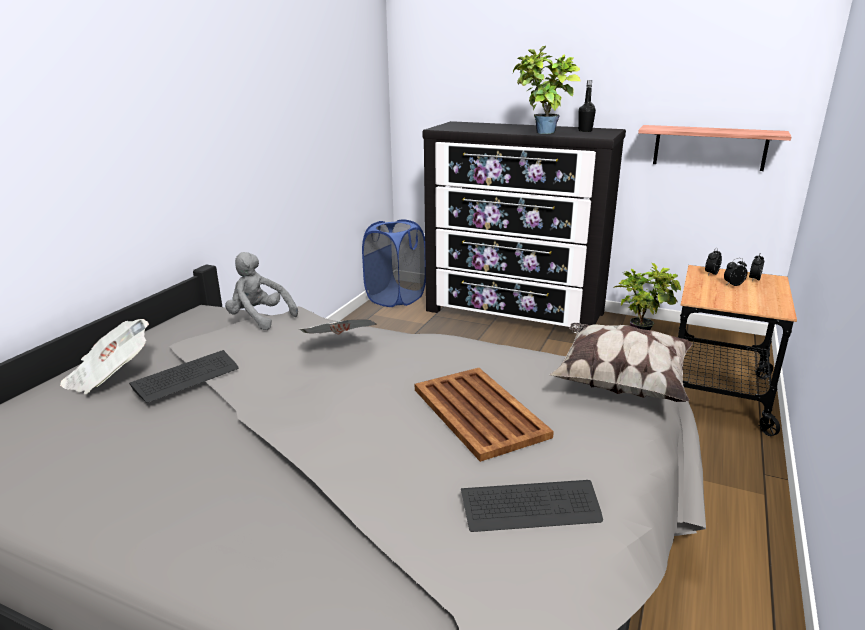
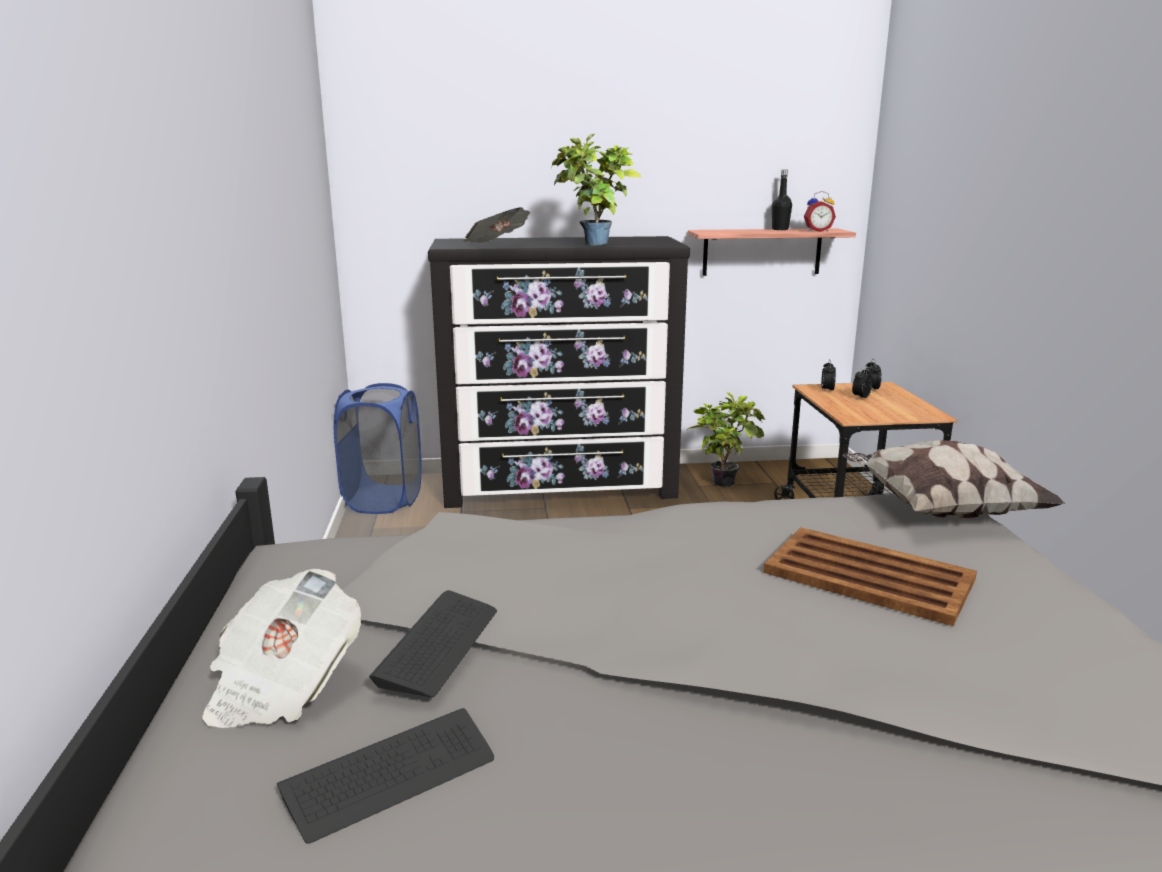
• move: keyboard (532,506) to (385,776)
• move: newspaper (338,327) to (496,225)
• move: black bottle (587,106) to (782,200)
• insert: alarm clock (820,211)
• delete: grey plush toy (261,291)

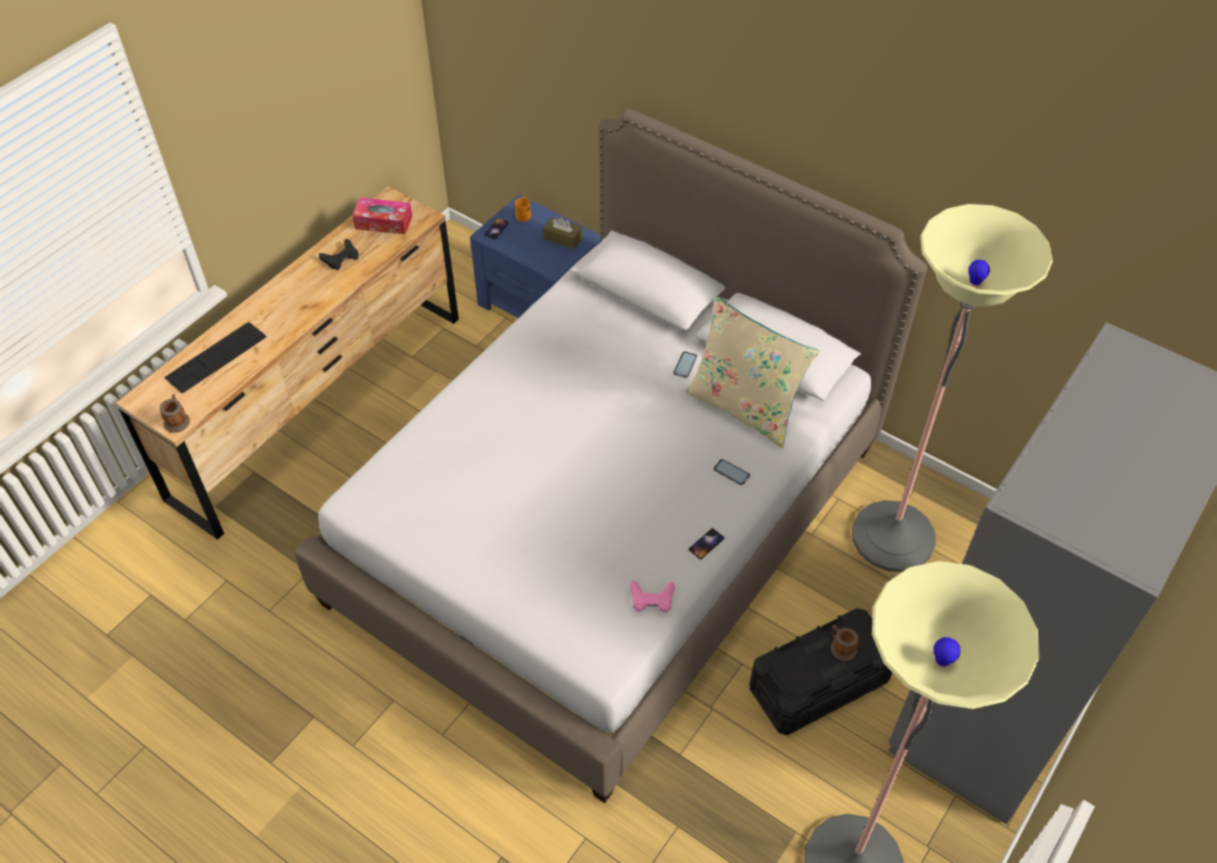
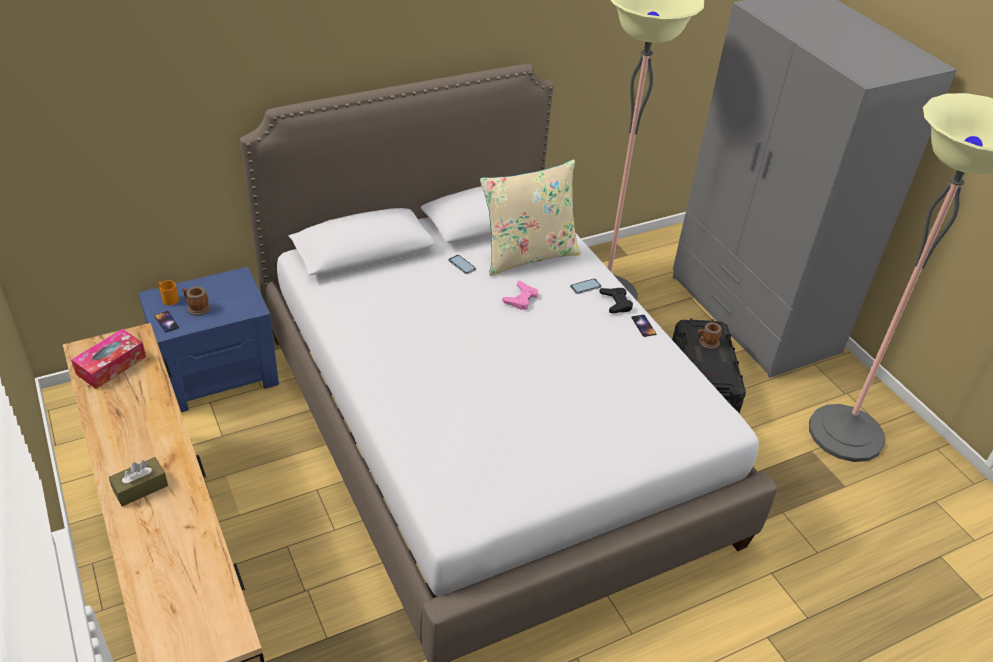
• move: brown tissue box (562,233) to (138,481)
• move: mug (175,413) to (196,301)
• move: pink game controller (652,596) to (520,295)
• move: black game controller (339,254) to (616,301)
• delete: keyboard (215,357)

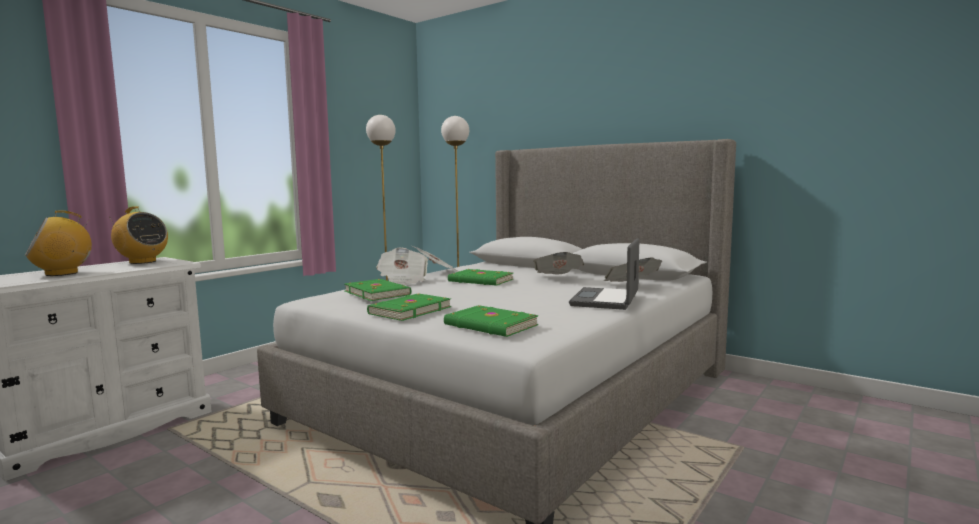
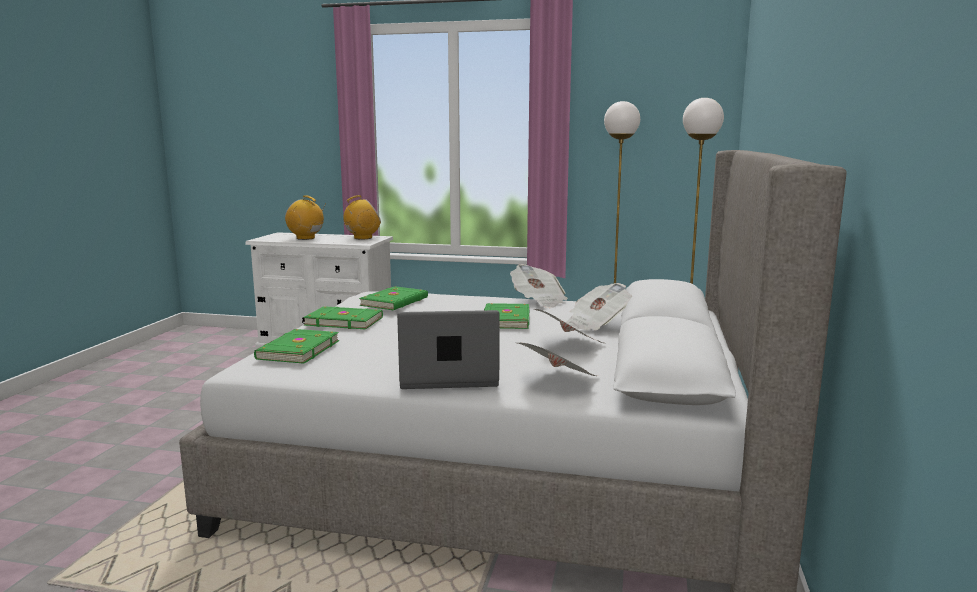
• rotate: radio (139,235) = (362,217) 120 degrees counterclockwise
• move: newspaper (402,267) to (599,306)

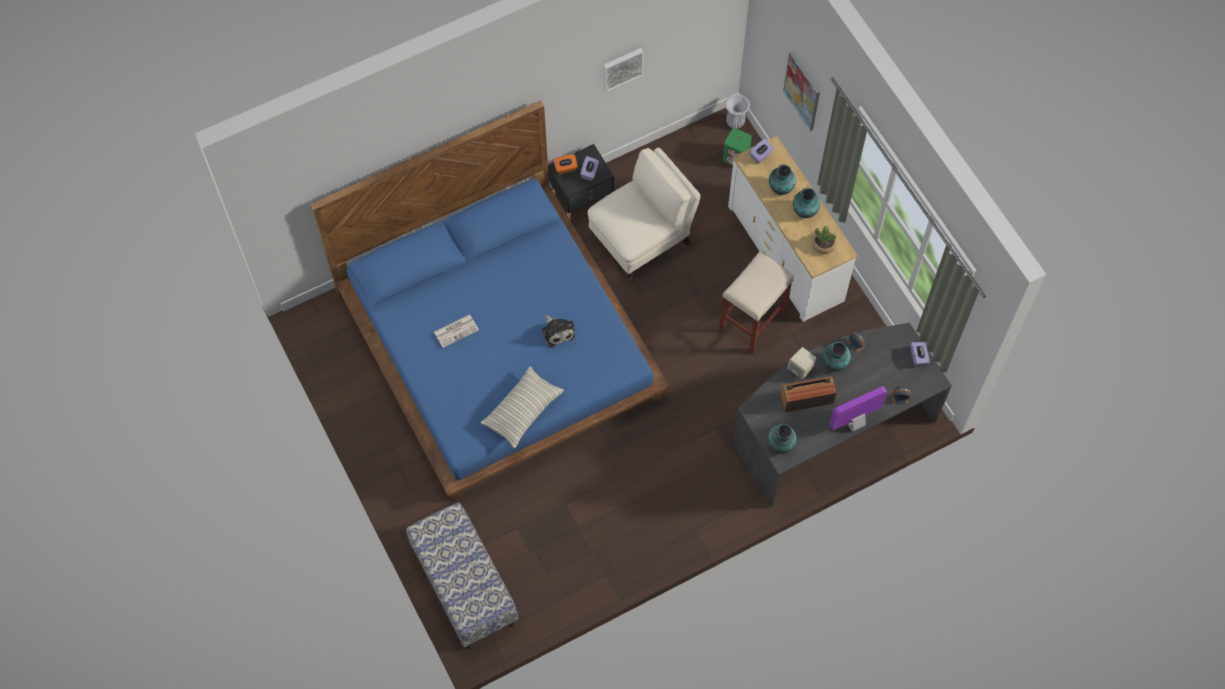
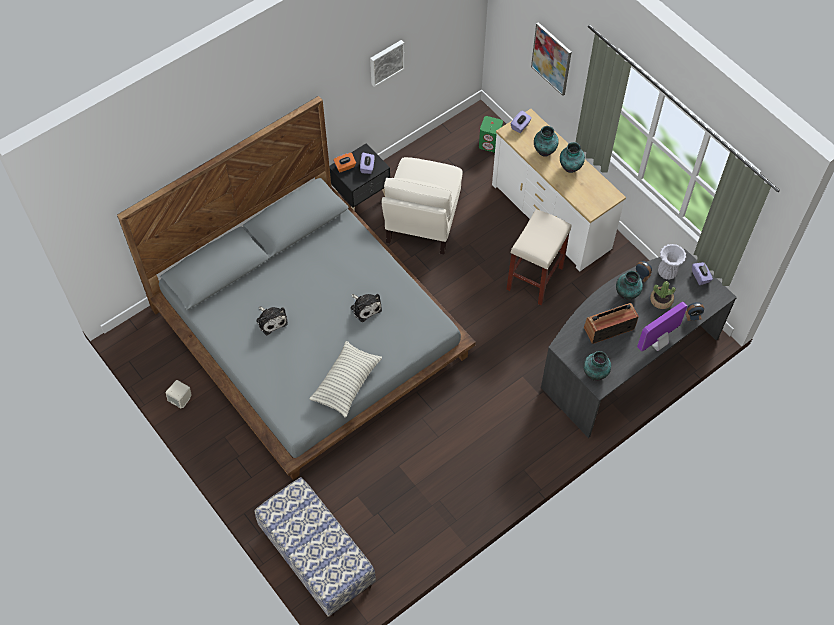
• recolor: blue bed (490,300) to grey bed (296,288)
• move: beige speaker (802,363) to (178,394)
• replace: newspaper (456,331) to plush toy (272,320)
• rotate: beige armchair (644,213) = (422,205) 150 degrees clockwise
• move: potted plant (824,240) to (663,295)
• move: white vase (737,111) to (672,262)

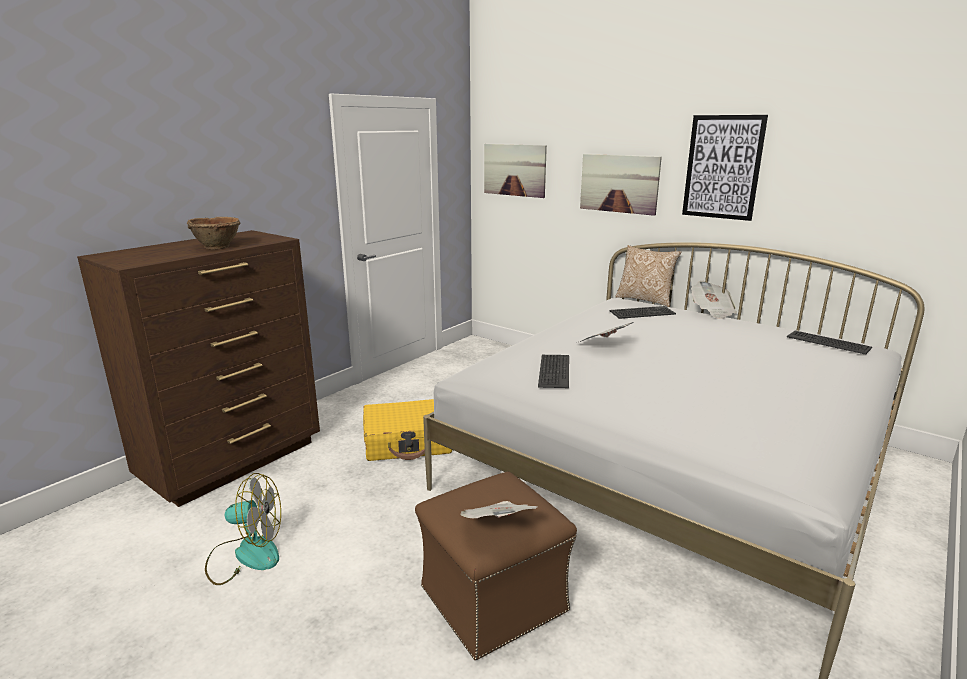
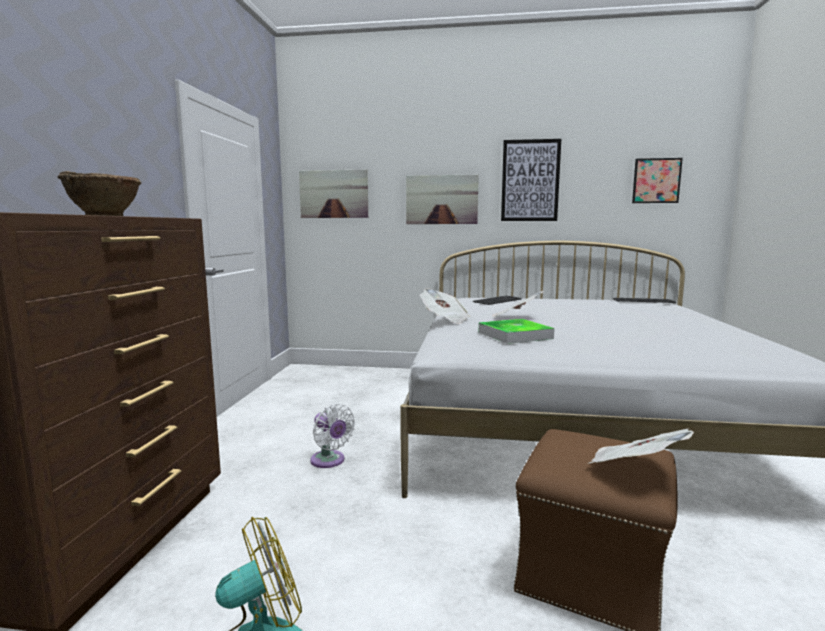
• replace: yellow suitcase (407,430) to white fan (332,436)
• move: newspaper (714,300) to (445,306)
• replace: keyboard (553,371) to tray (517,331)
• insert: picture (657,180)
• delete: pillow (648,276)

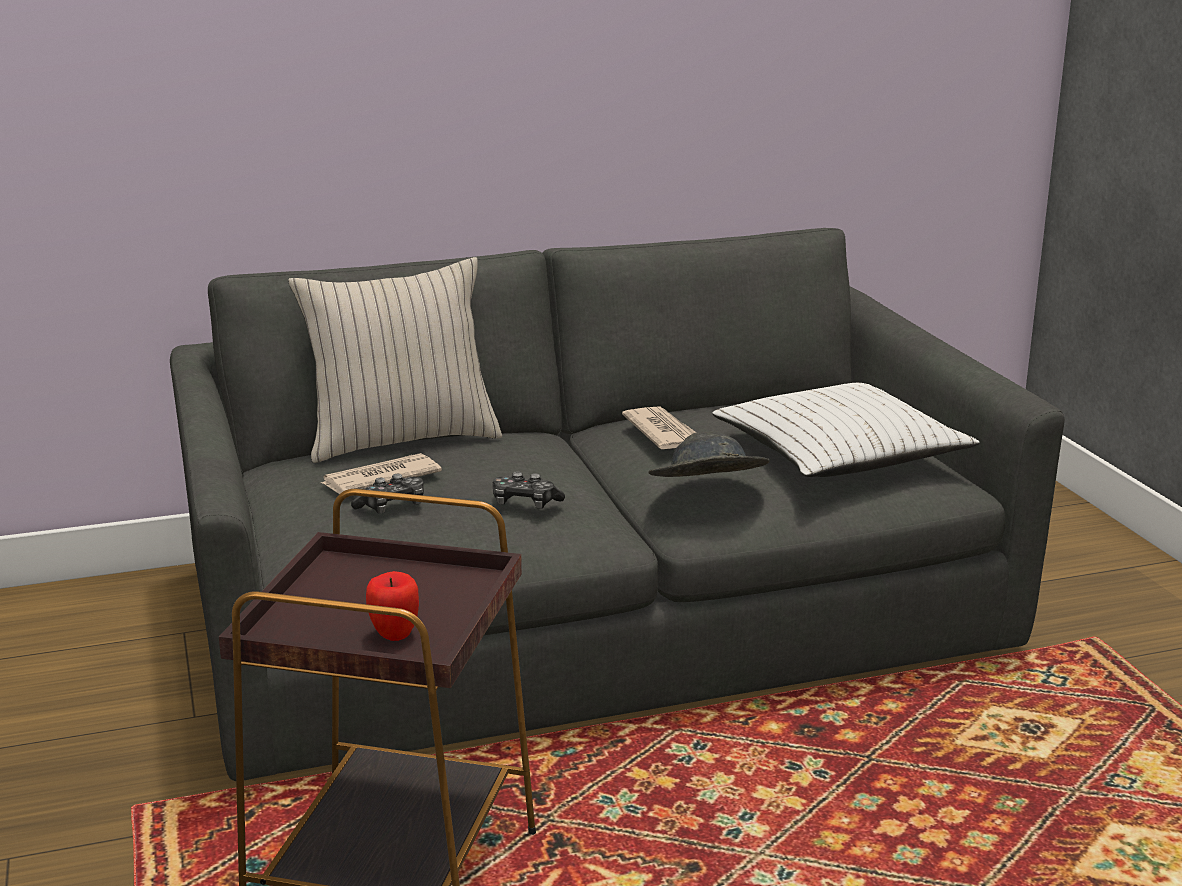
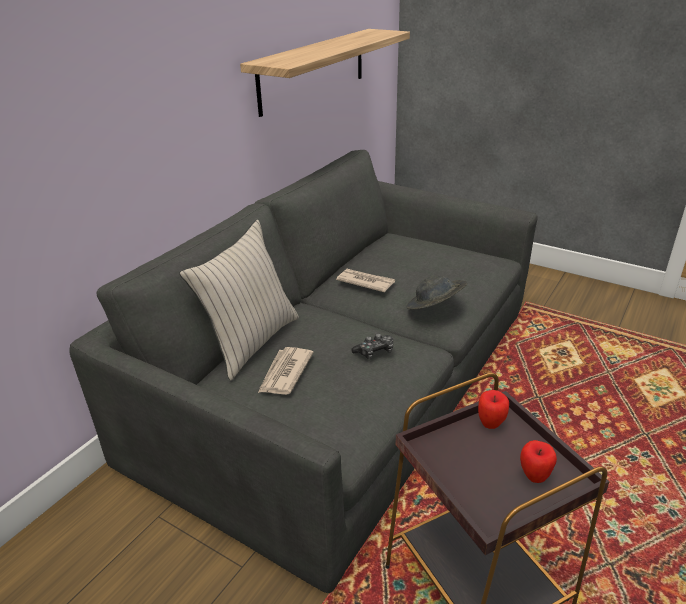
• insert: shelf (325,73)
• insert: apple (493,409)
• delete: game controller (387,494)
• delete: white pillow (846,430)

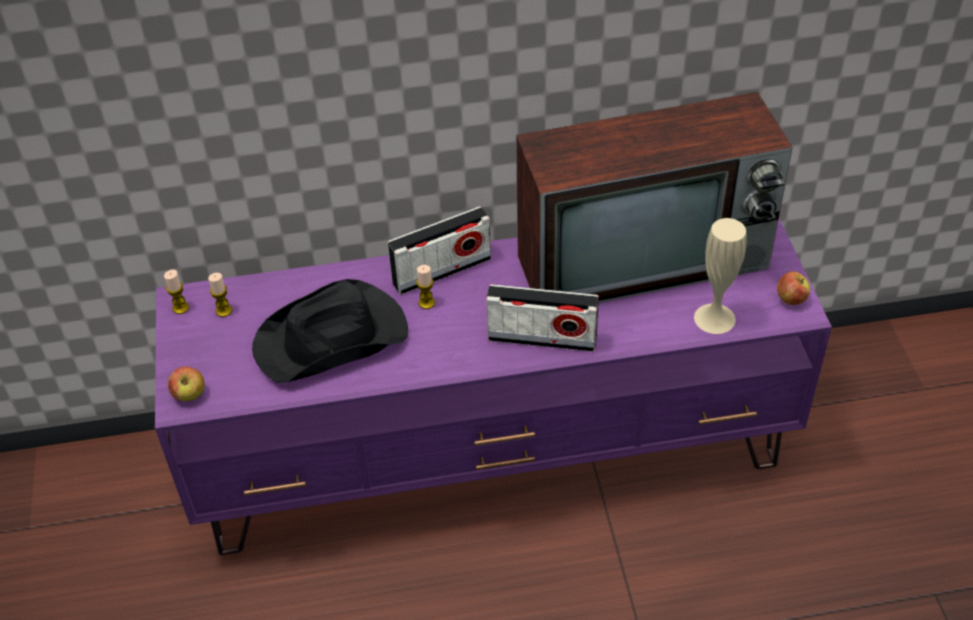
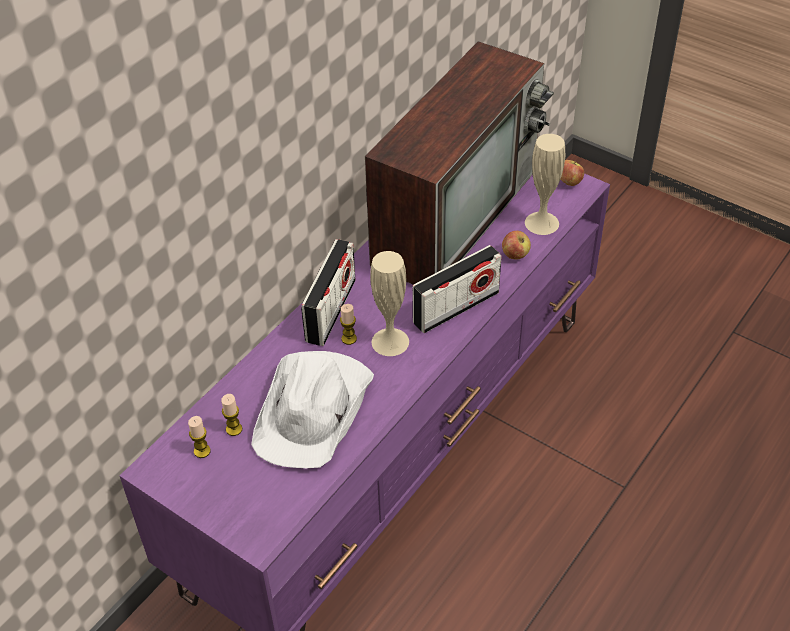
• move: candle (176,292) to (231,415)
• recolor: black hat (330,331) to white hat (312,409)
• insert: beige vase (389,303)
• move: apple (186,384) to (516,245)

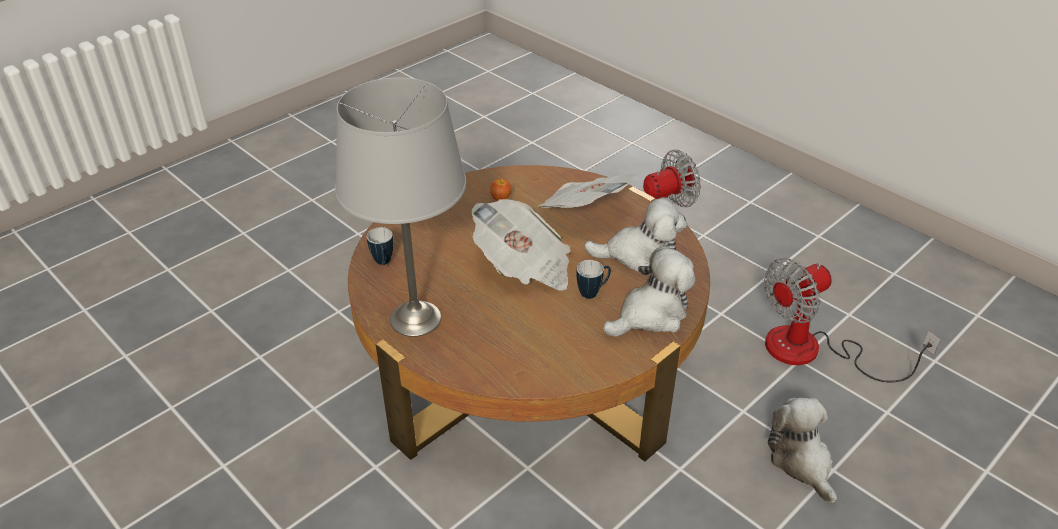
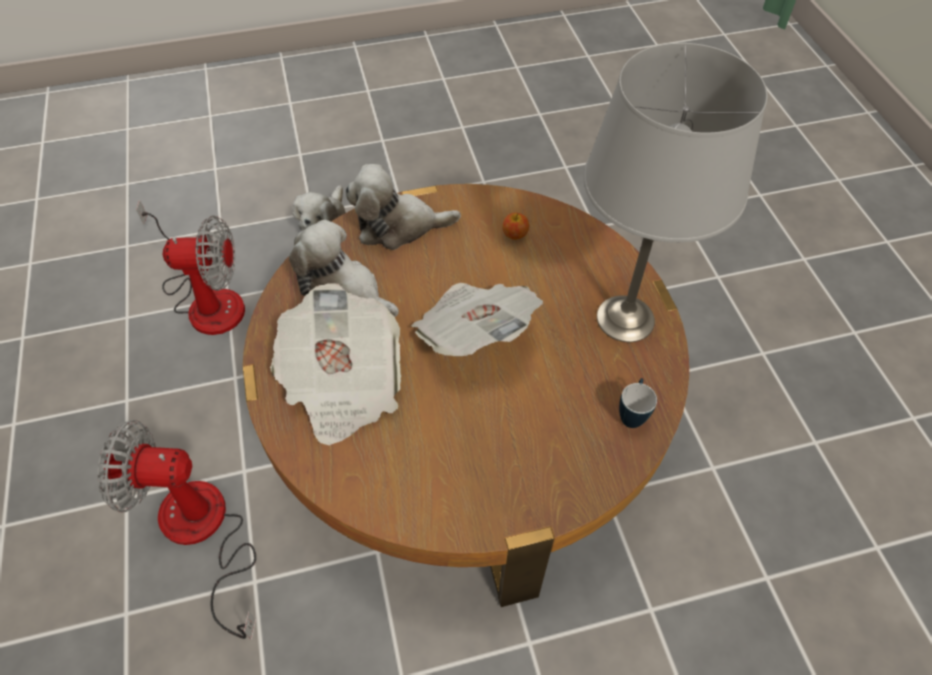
• move: apple (501,190) to (515,226)
• delete: mug (593,279)

